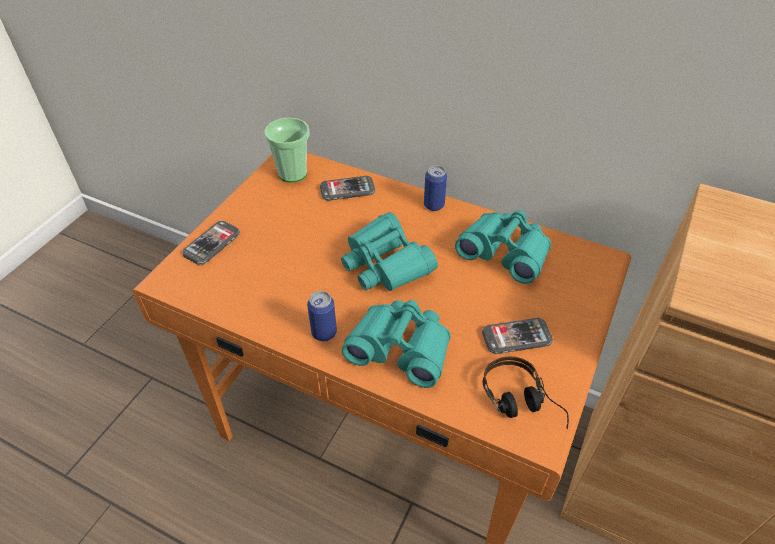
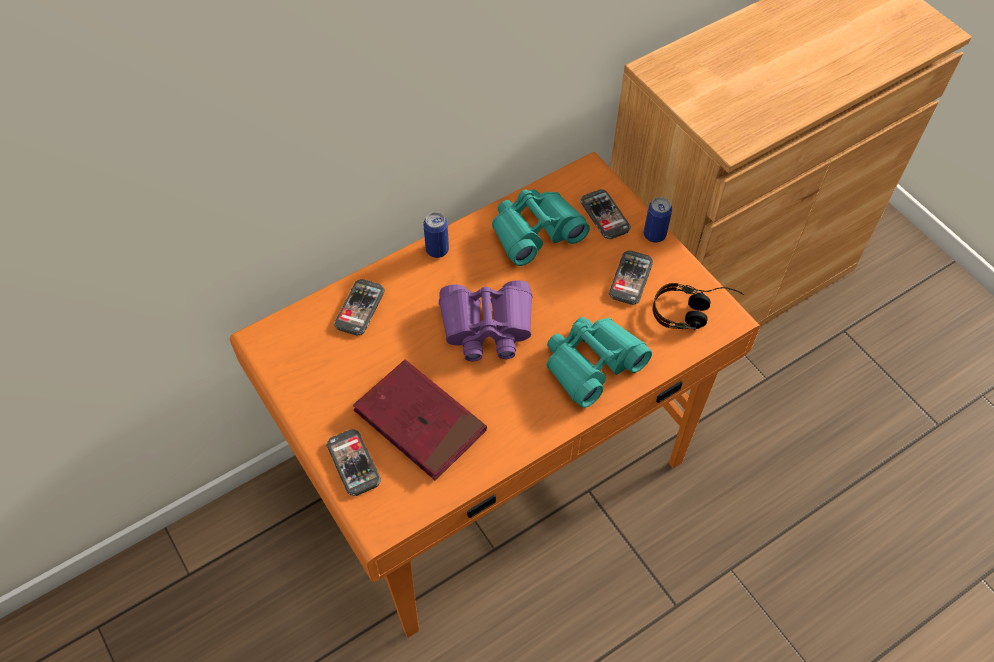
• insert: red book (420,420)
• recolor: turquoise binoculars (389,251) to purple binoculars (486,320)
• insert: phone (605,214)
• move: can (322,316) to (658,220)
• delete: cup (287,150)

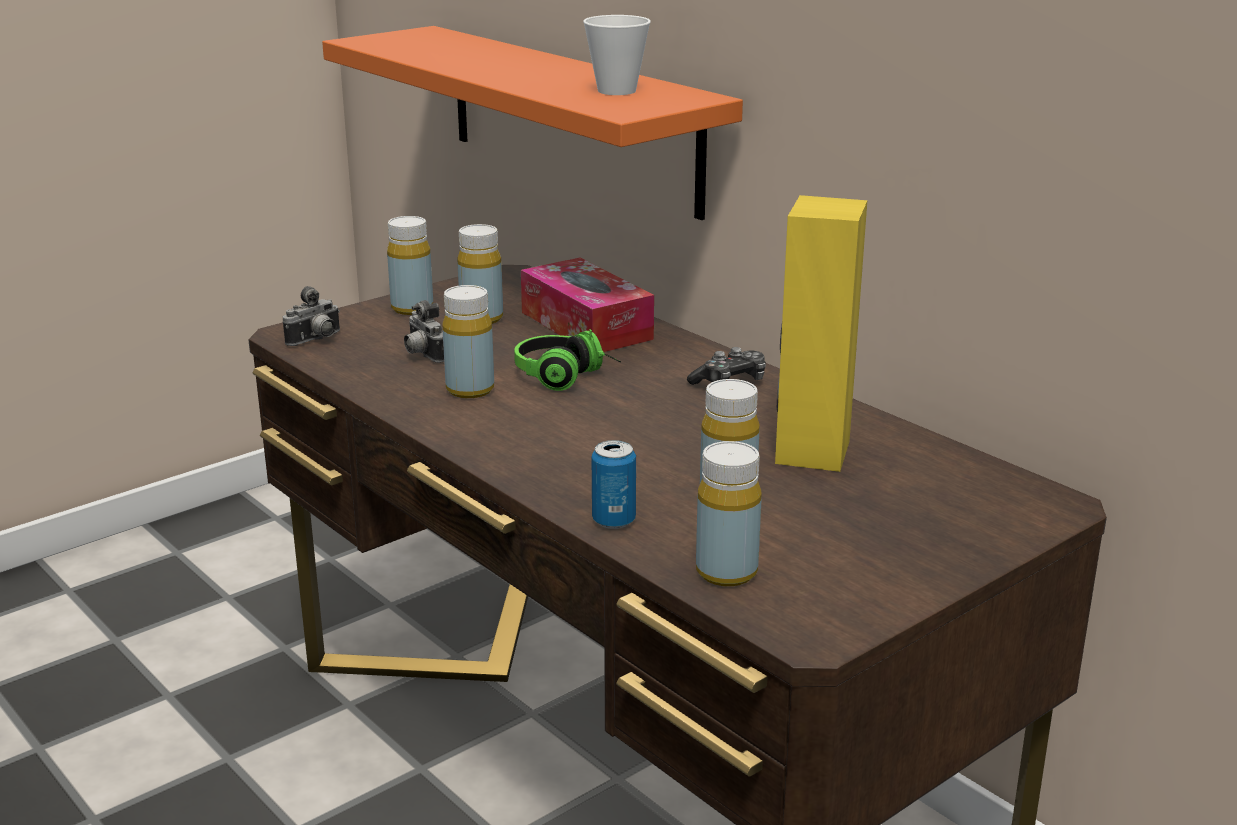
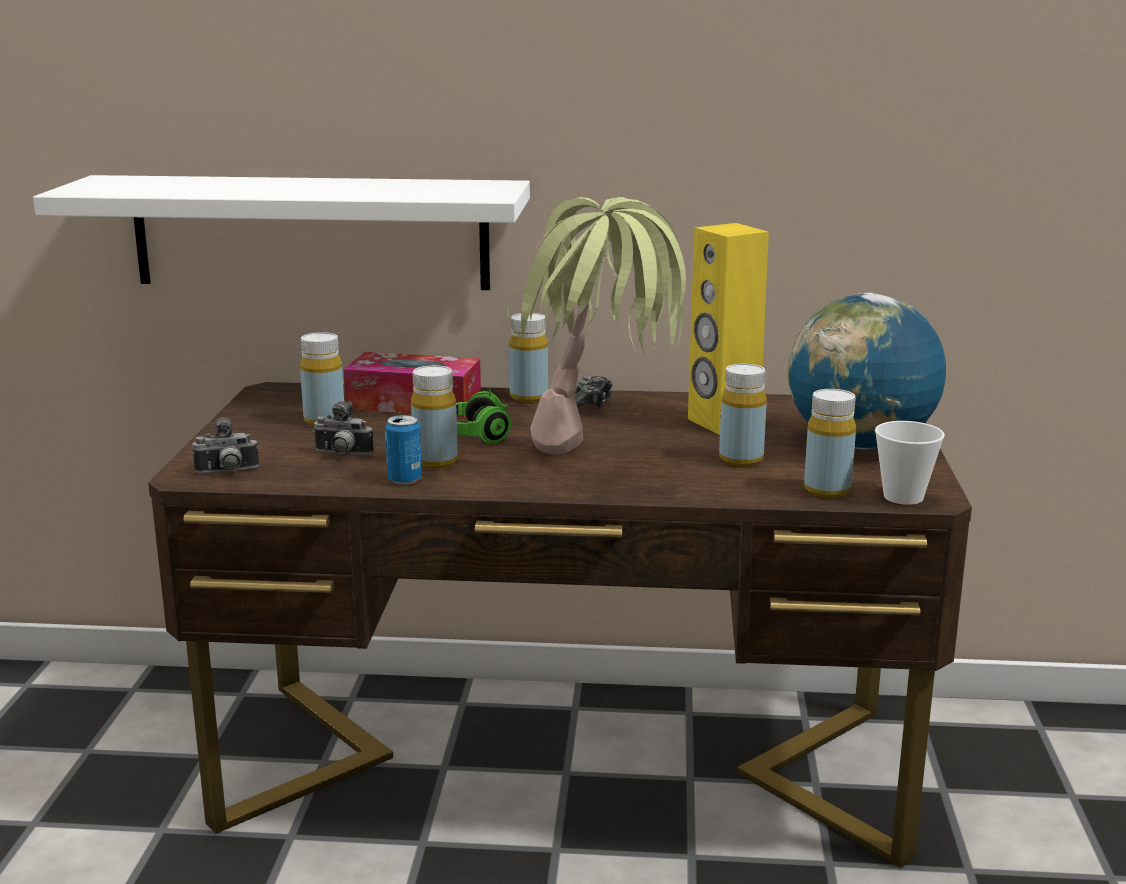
• recolor: orange shelf (532,123) to white shelf (281,232)
• rotate: photo camera (311,316) = (225,445) 75 degrees clockwise
• move: can (614,484) to (403,450)
• insert: potted plant (597,325)
• move: yellow bottle (410,265) to (528,357)
• insert: globe (866,371)
• move: cup (617,55) to (910,463)

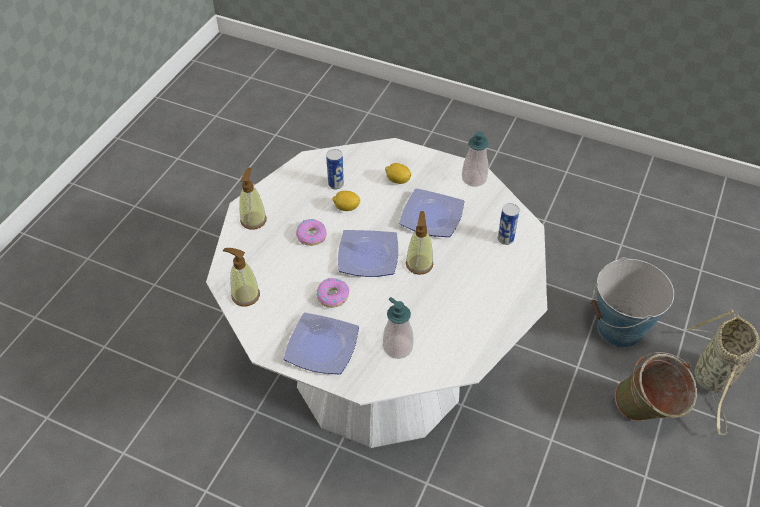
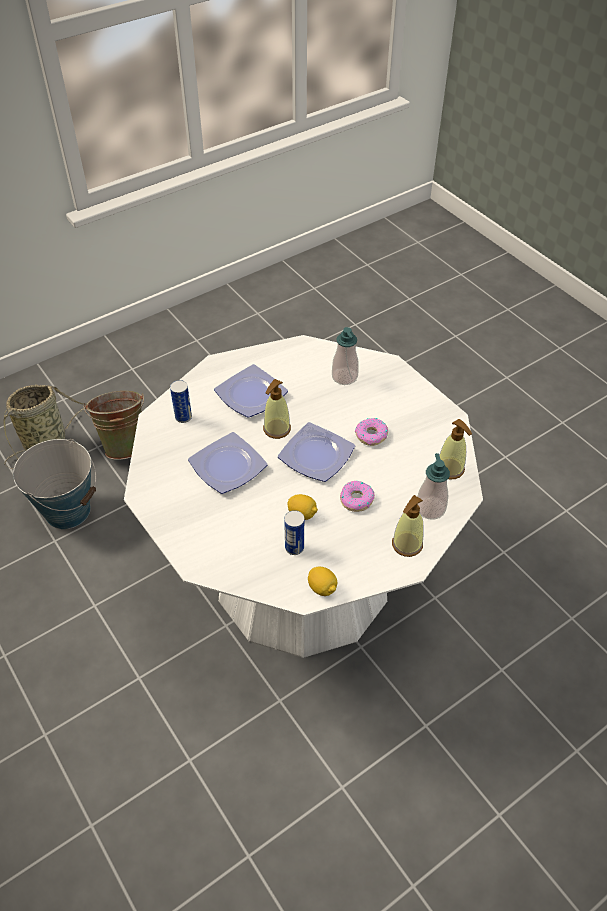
• move: plate (321,343) to (251,391)
• move: lemon (398,173) to (322,581)
• move: soap dispenser (475,159) to (433,486)

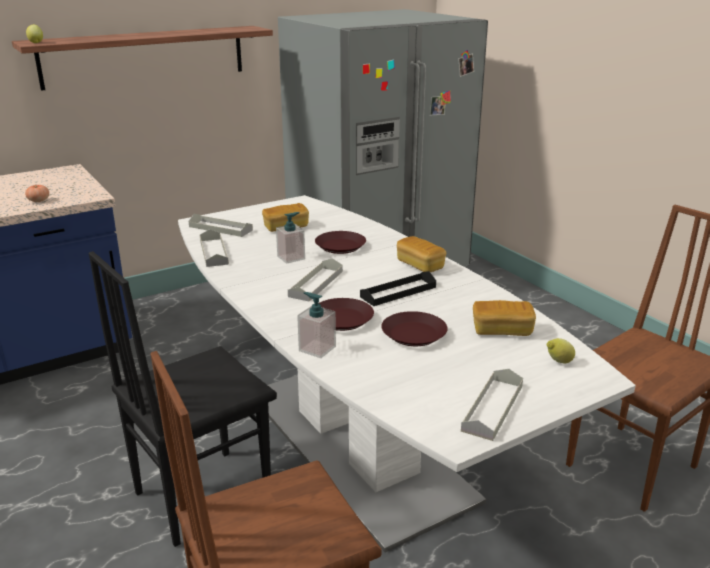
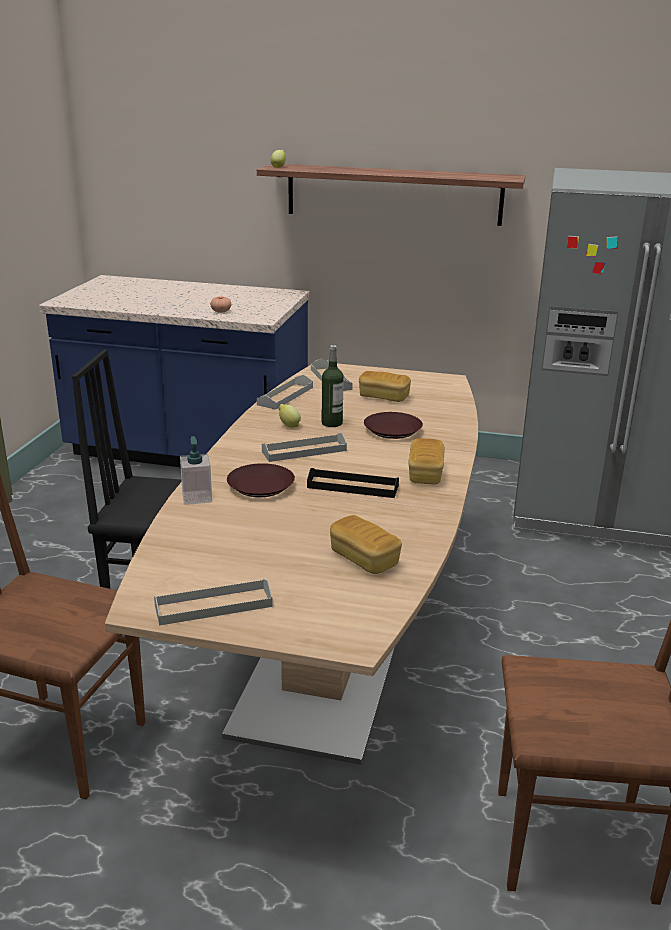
• recolor: white dining table (407,373) to brown dining table (291,564)
• move: lemon (561,350) to (290,416)
• replace: soap dispenser (290,238) to bottle (333,386)
• delete: brown plate (414,328)

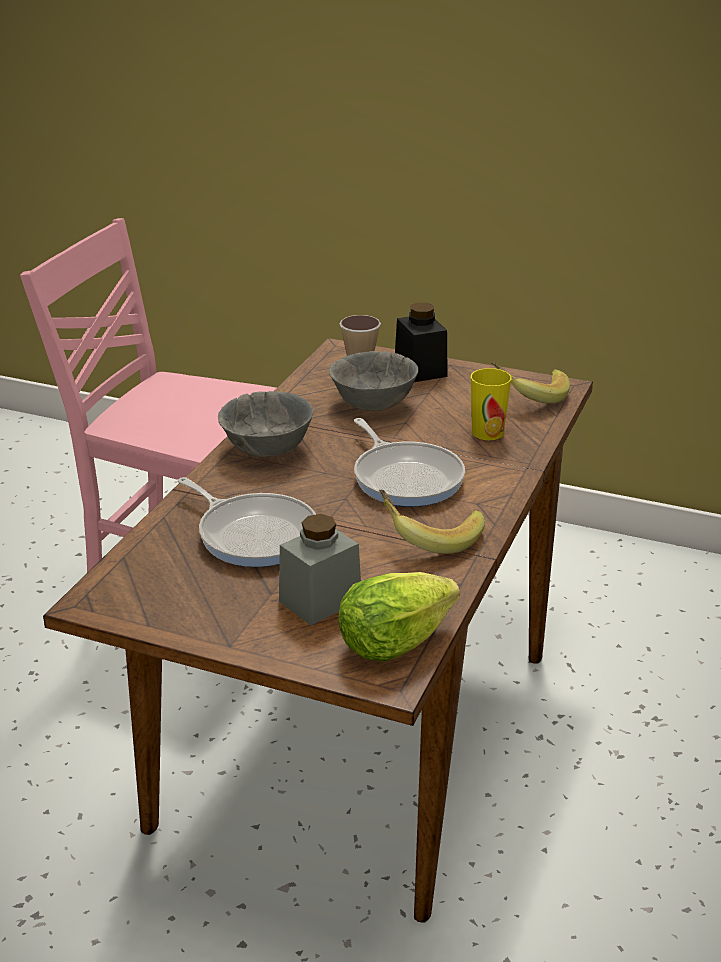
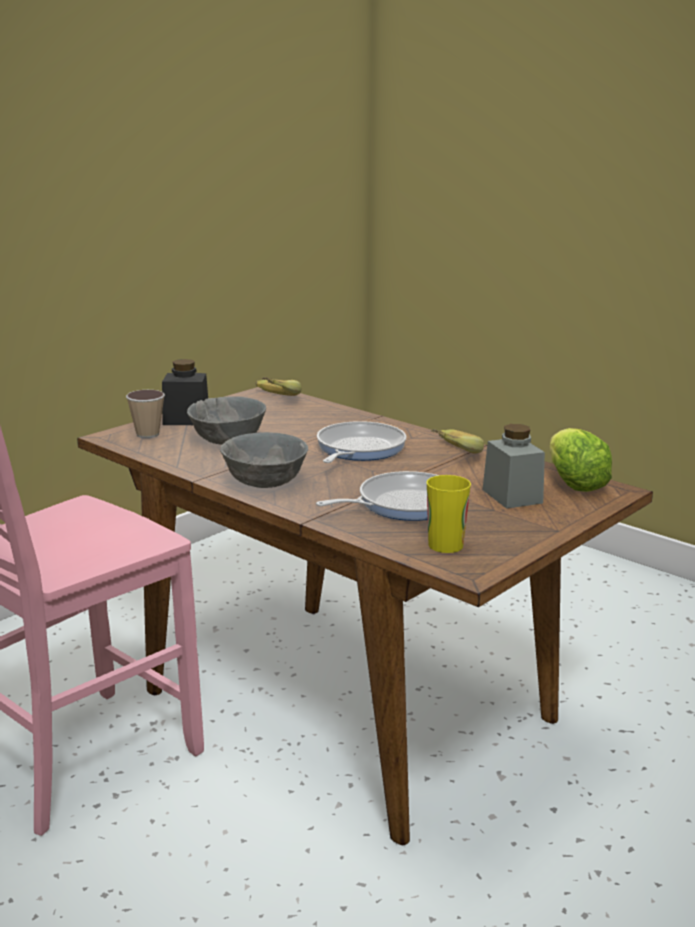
• rotate: frying pan (409,462) = (361,442) 60 degrees counterclockwise
• move: cup (491,404) to (449,514)

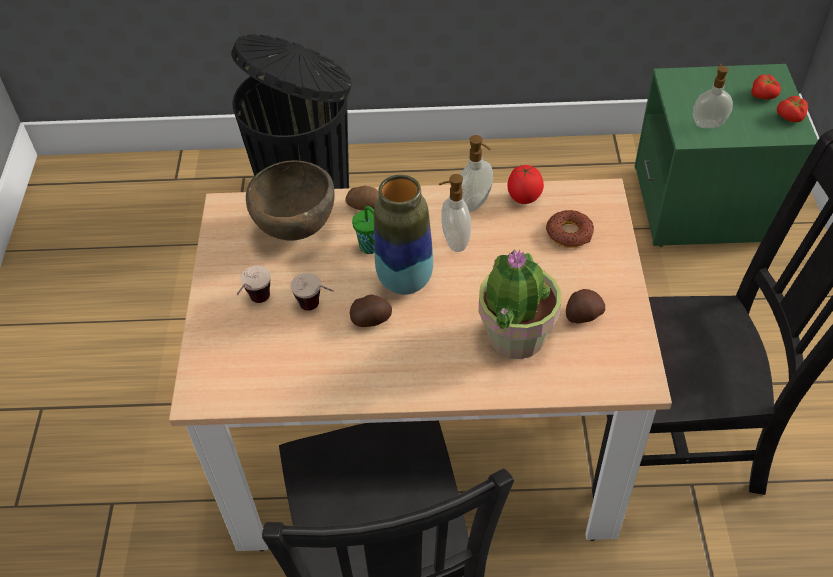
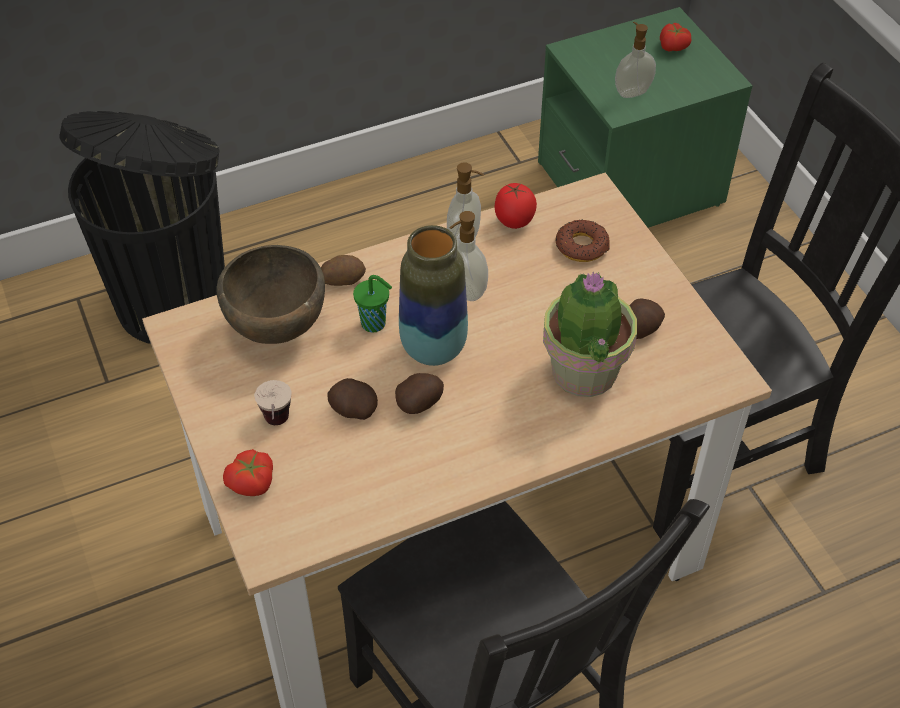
• move: tomato (792,109) to (248,472)
• replace: cup (312,292) to potato (352,399)

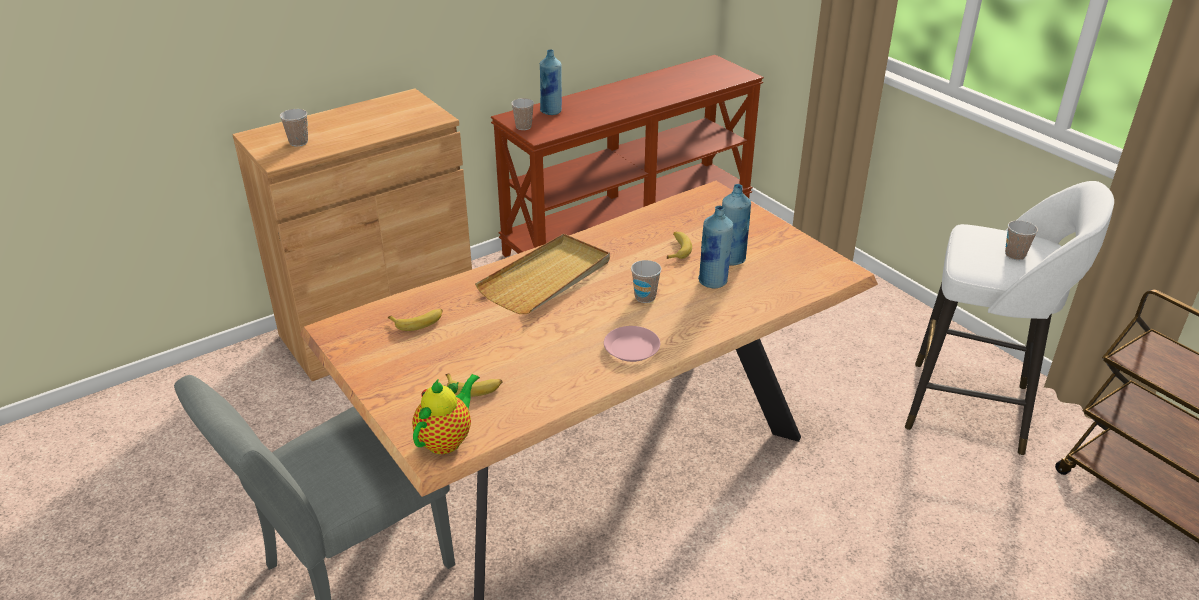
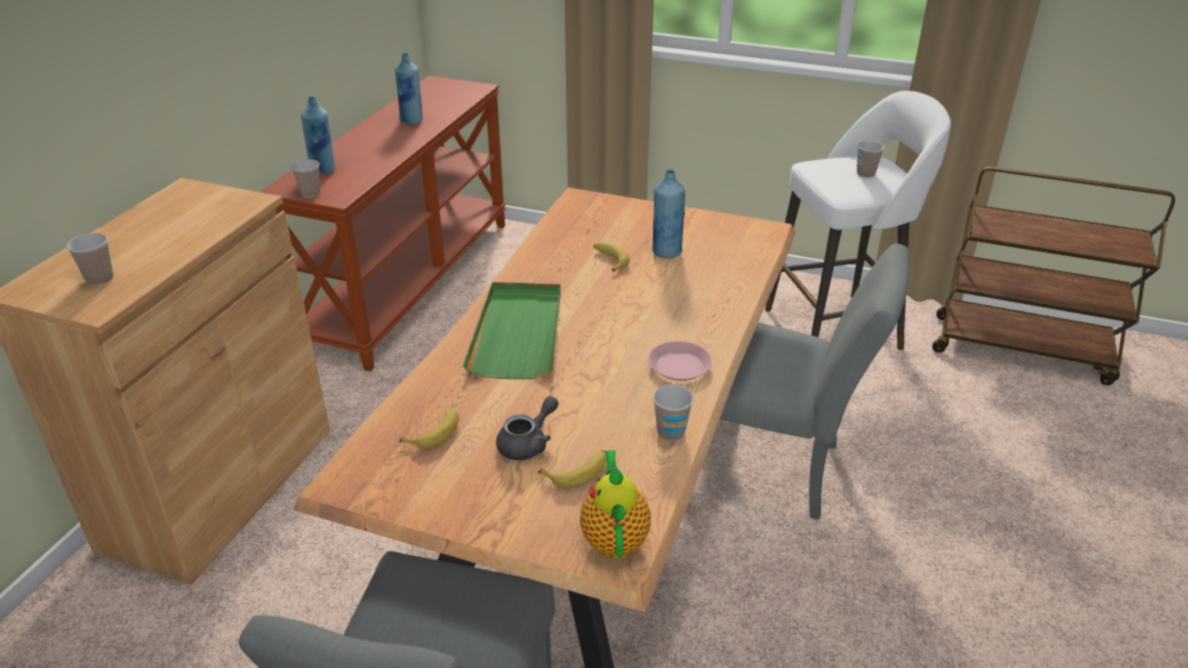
• move: blue bottle (715,247) to (409,89)
• recolor: beige tray (542,274) to green tray (512,330)
• insert: grey teapot (527,428)
• move: cup (646,281) to (673,413)
• insert: grey chair (815,381)

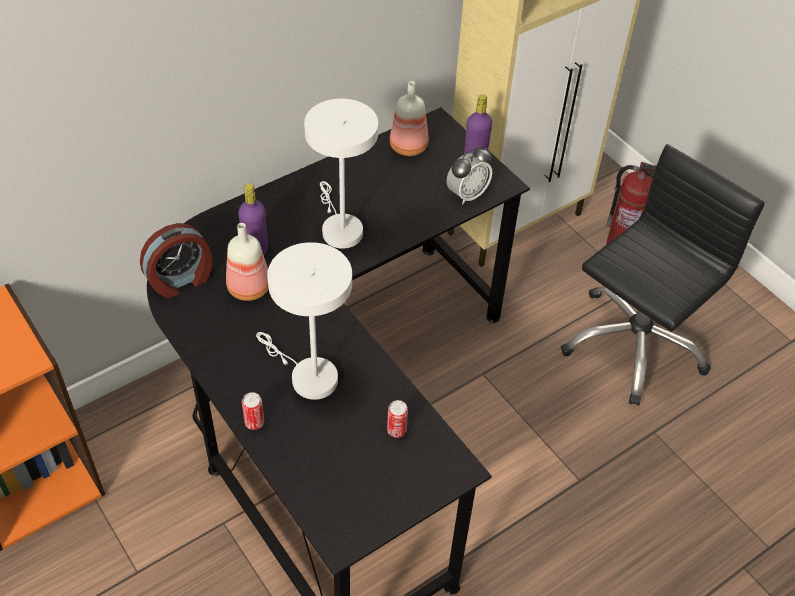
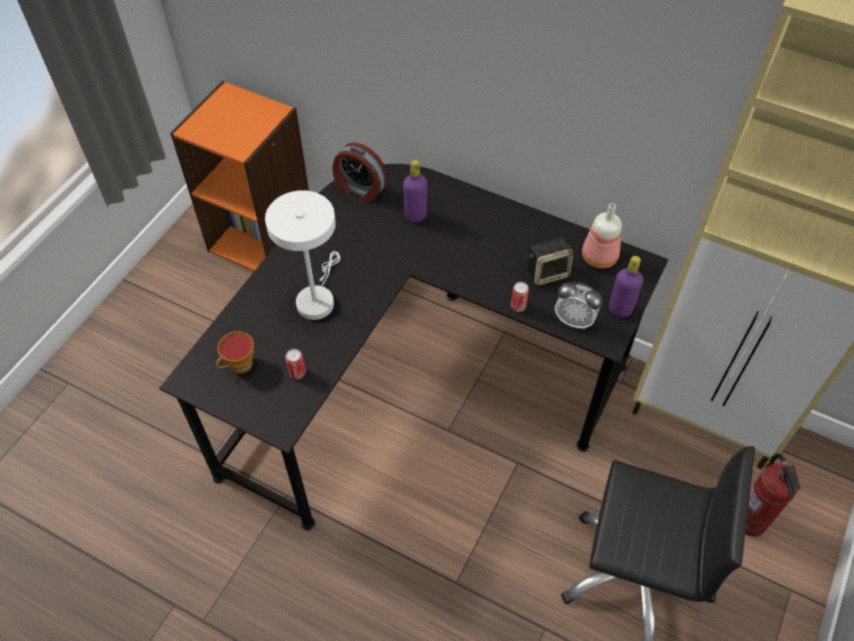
• insert: cup (235,352)
• move: can (253,411) to (520,297)
• insert: speaker (550,262)
• delete: bottle (247,262)
• delete: white table lamp (341,174)

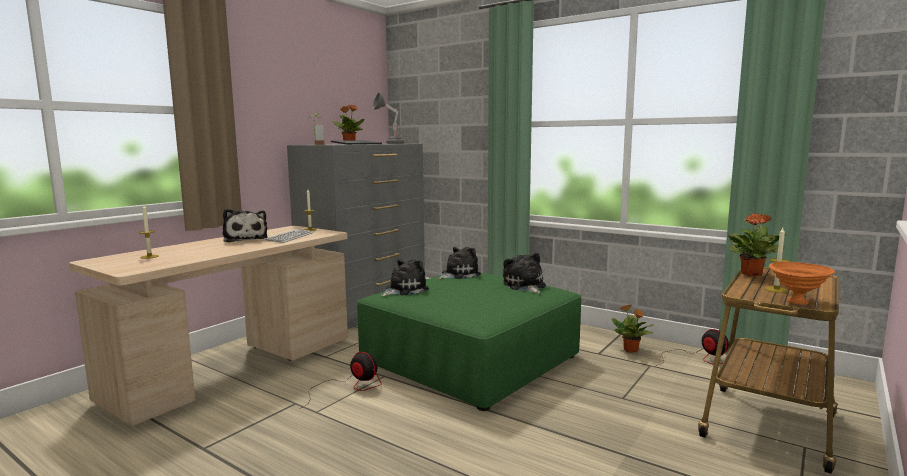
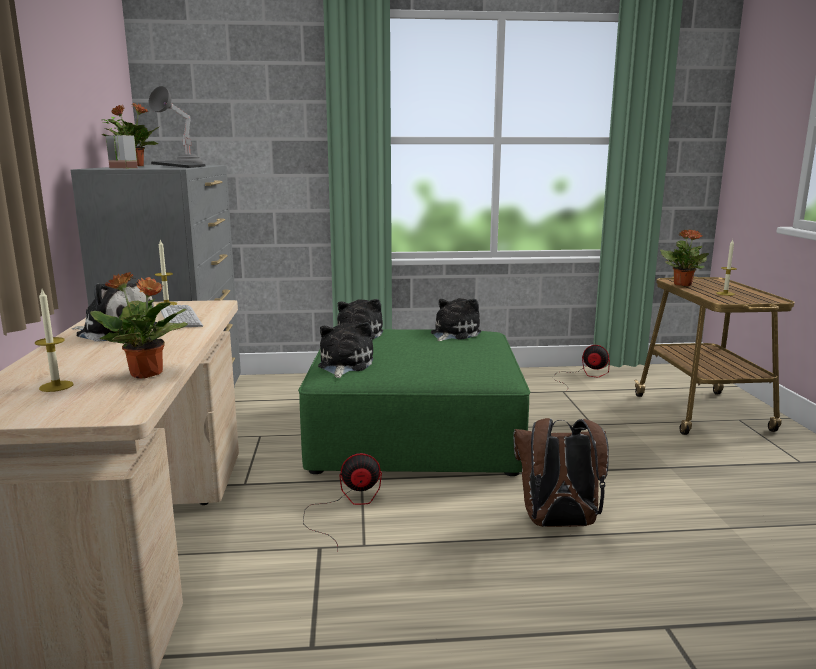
• move: potted plant (632,329) to (139,325)
• rotate: plush toy (524,273) = (456,319) 90 degrees clockwise
• insert: brown backpack (561,472)
• delete: orange bowl (802,283)

